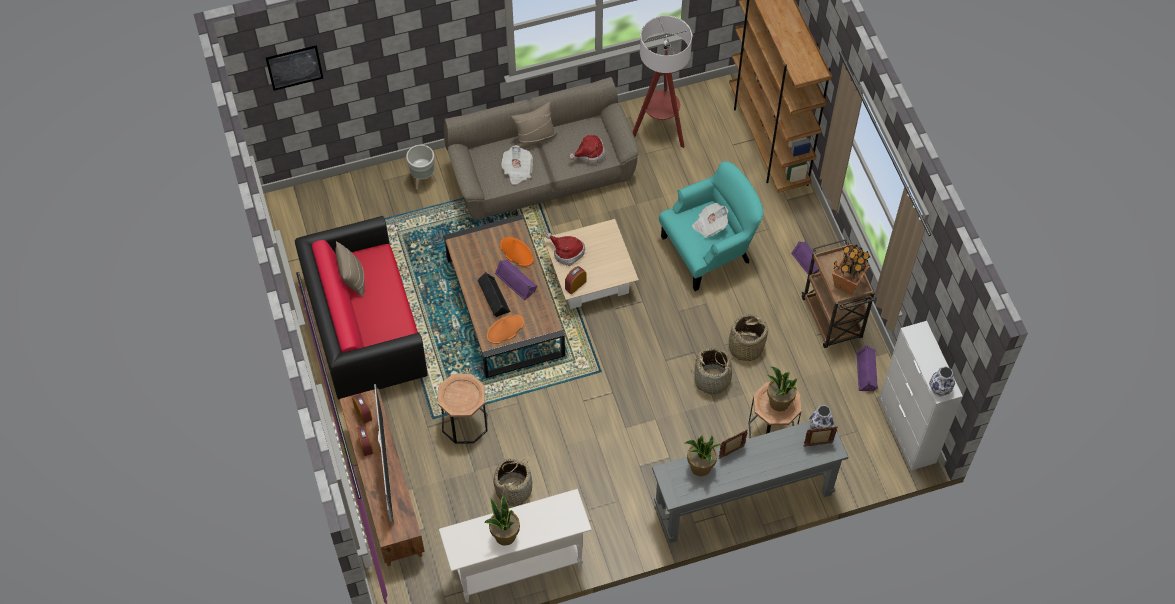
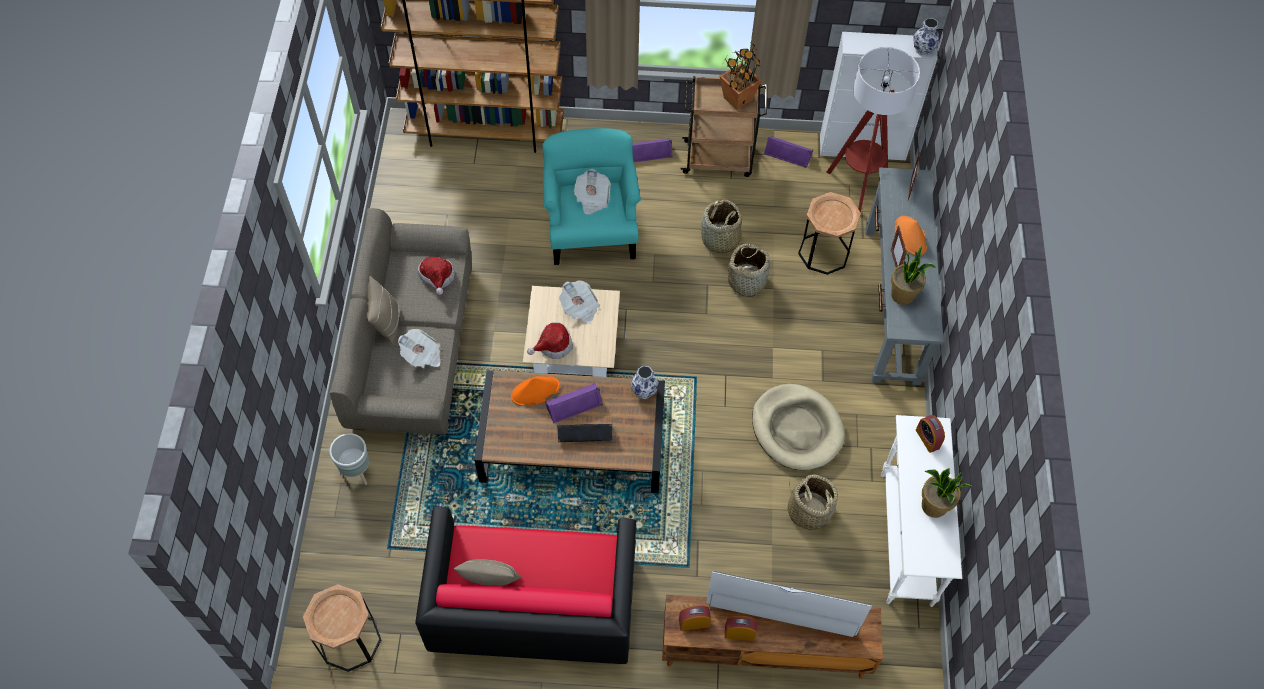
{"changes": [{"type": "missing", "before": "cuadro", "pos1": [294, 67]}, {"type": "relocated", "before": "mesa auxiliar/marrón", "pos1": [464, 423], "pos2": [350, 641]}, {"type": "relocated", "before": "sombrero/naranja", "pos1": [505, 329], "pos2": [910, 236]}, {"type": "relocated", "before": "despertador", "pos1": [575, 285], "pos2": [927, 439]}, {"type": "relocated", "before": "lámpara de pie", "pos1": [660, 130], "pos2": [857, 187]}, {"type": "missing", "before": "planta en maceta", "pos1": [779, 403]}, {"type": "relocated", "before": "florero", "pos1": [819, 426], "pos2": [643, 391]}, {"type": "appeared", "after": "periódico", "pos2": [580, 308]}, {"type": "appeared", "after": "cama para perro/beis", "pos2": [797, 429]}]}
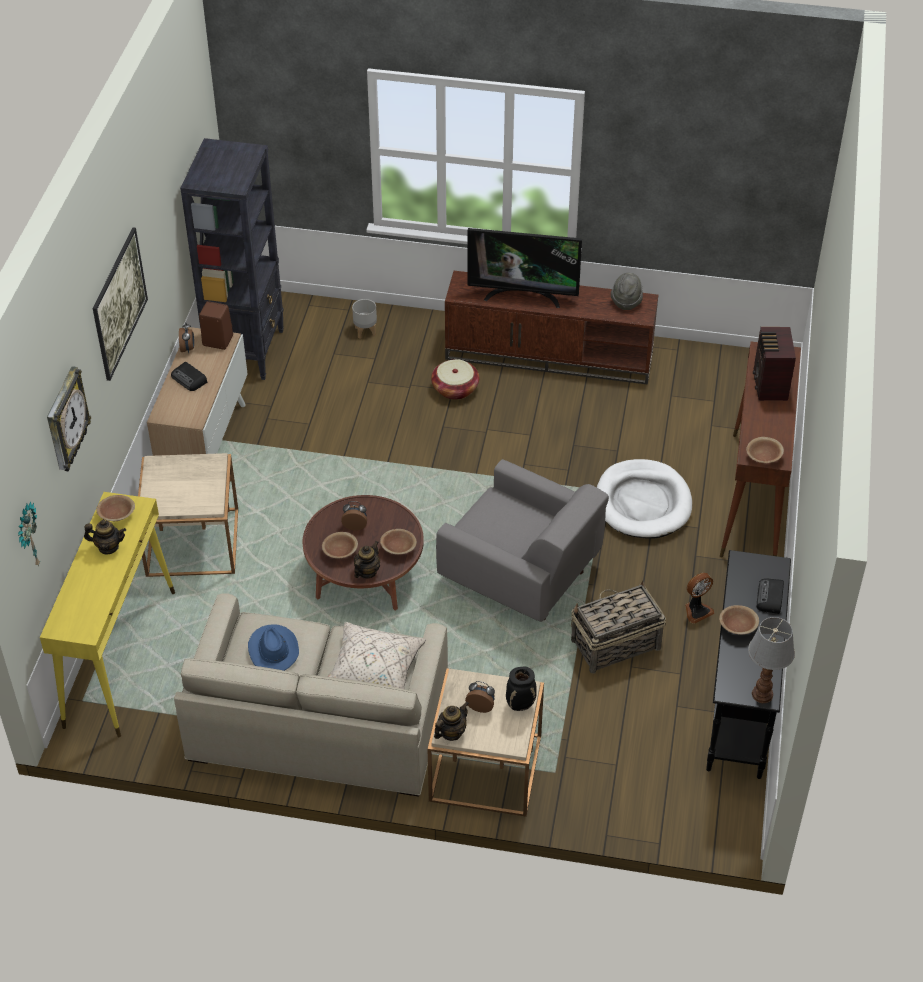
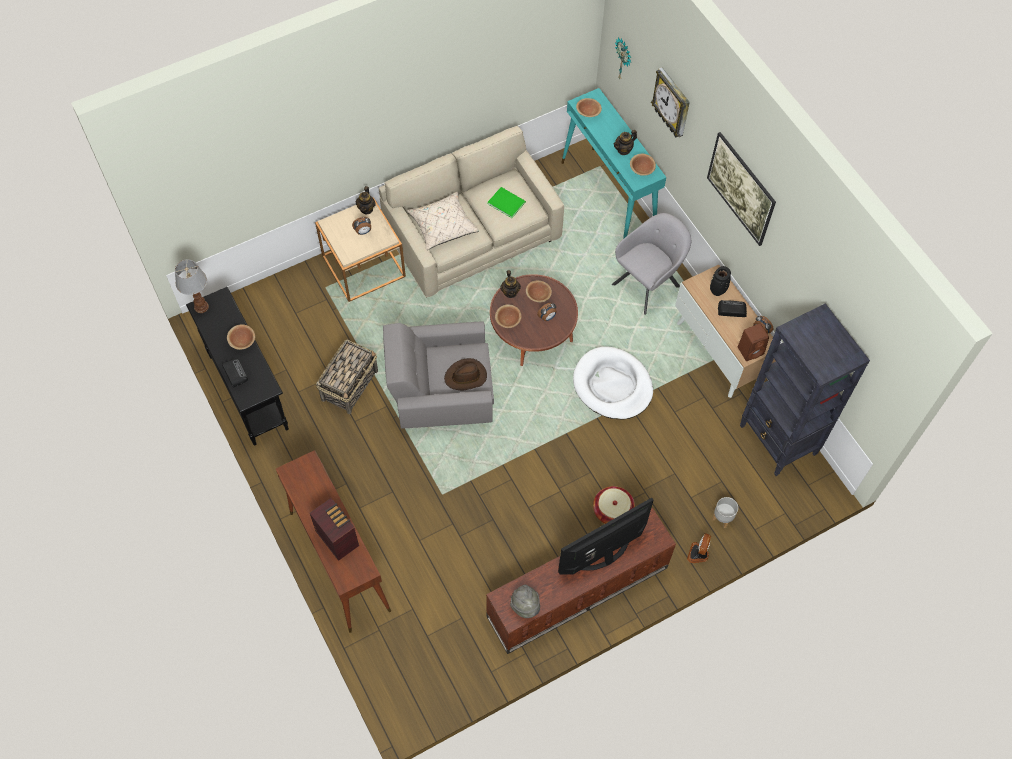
{"changes": [{"type": "colour", "before": "mesa consola/amarillo", "after": "mesa consola/turquesa", "pos1": [120, 657], "pos2": [608, 198]}, {"type": "exchanged", "before": "mesa auxiliar/beis", "after": "sillón/gris", "pos1": [193, 542], "pos2": [648, 283]}, {"type": "exchanged", "before": "sombrero/azul", "after": "libro/verde", "pos1": [273, 650], "pos2": [506, 202]}, {"type": "relocated", "before": "florero/negro", "pos1": [521, 704], "pos2": [717, 291]}, {"type": "relocated", "before": "cama para perro/blanco", "pos1": [643, 503], "pos2": [612, 385]}, {"type": "relocated", "before": "ventilador", "pos1": [697, 610], "pos2": [698, 554]}, {"type": "relocated", "before": "cuenco/marrón", "pos1": [763, 457], "pos2": [588, 112]}, {"type": "appeared", "after": "sombrero/marrón", "pos2": [466, 376]}]}
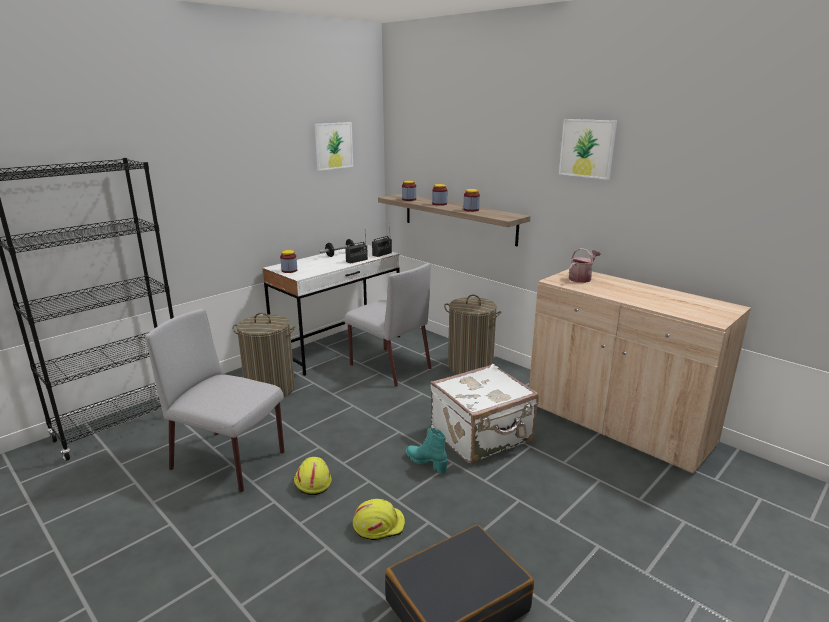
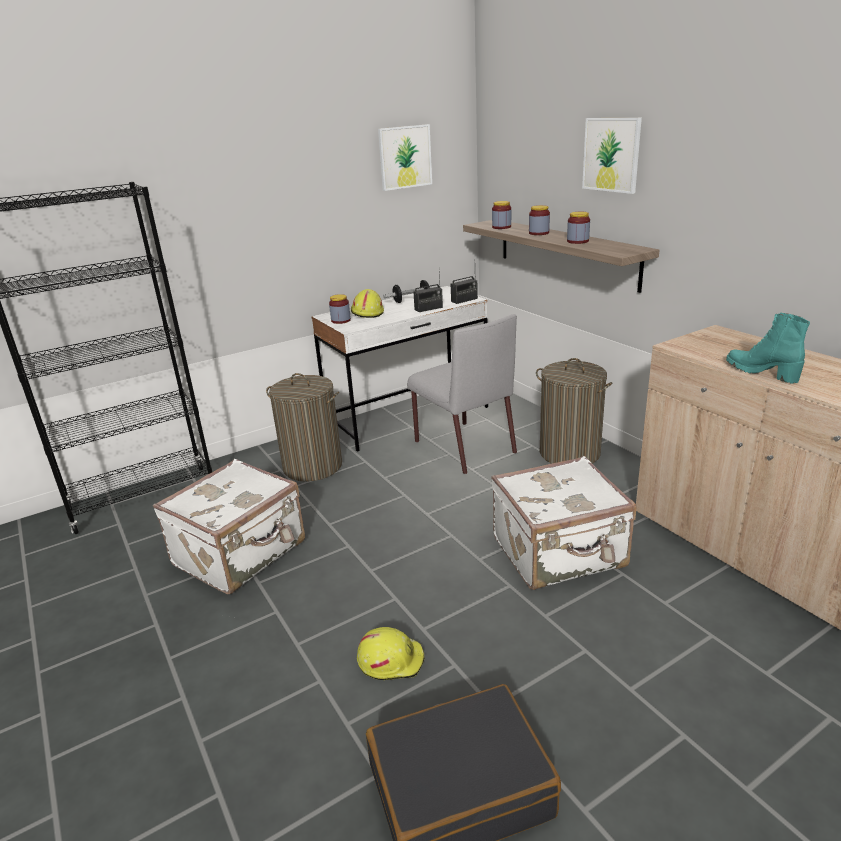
{"changes": [{"type": "exchanged", "before": "silla/gris", "after": "maleta/blanco", "pos1": [230, 461], "pos2": [241, 554]}, {"type": "relocated", "before": "casco/amarillo", "pos1": [312, 481], "pos2": [367, 313]}, {"type": "relocated", "before": "bota/turquesa", "pos1": [426, 462], "pos2": [762, 372]}, {"type": "relocated", "before": "cuadro", "pos1": [587, 148], "pos2": [611, 155]}, {"type": "missing", "before": "regadera", "pos1": [581, 278]}]}
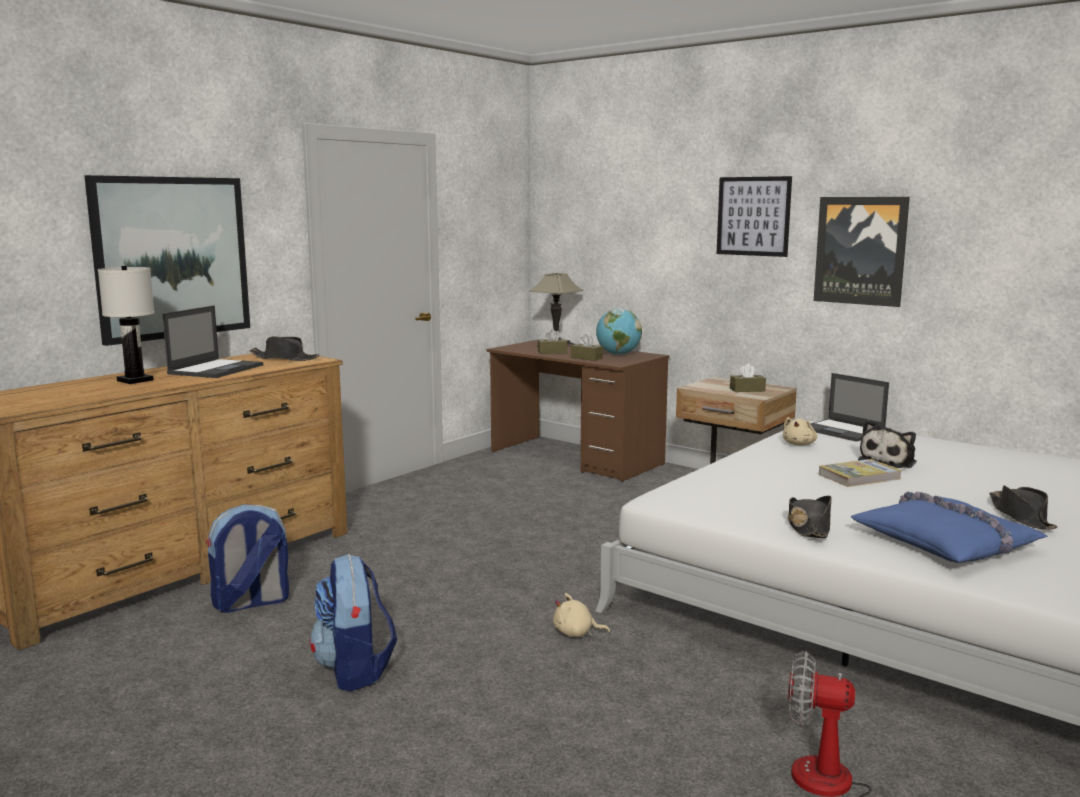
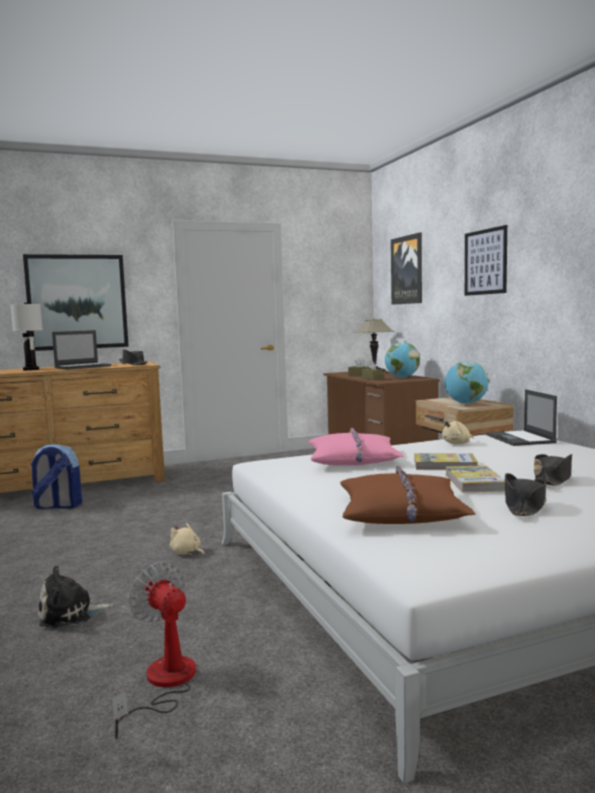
{"changes": [{"type": "missing", "before": "mochila", "pos1": [355, 670]}, {"type": "exchanged", "before": "caja de pañuelos/marrón", "after": "globo terráqueo", "pos1": [747, 390], "pos2": [466, 403]}, {"type": "relocated", "before": "sombrero/negro", "pos1": [808, 527], "pos2": [552, 479]}, {"type": "relocated", "before": "cuadro", "pos1": [860, 250], "pos2": [407, 270]}, {"type": "colour", "before": "cojín/azul", "after": "cojín/marrón", "pos1": [946, 543], "pos2": [401, 513]}, {"type": "relocated", "before": "peluche", "pos1": [889, 461], "pos2": [70, 614]}, {"type": "appeared", "after": "cojín/rosa", "pos2": [353, 460]}, {"type": "appeared", "after": "libro", "pos2": [474, 482]}]}
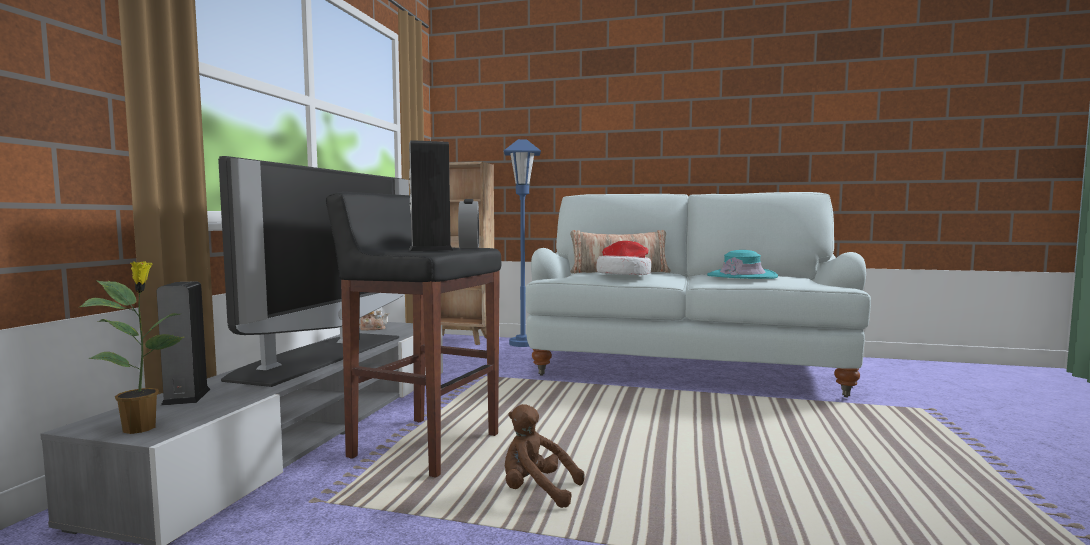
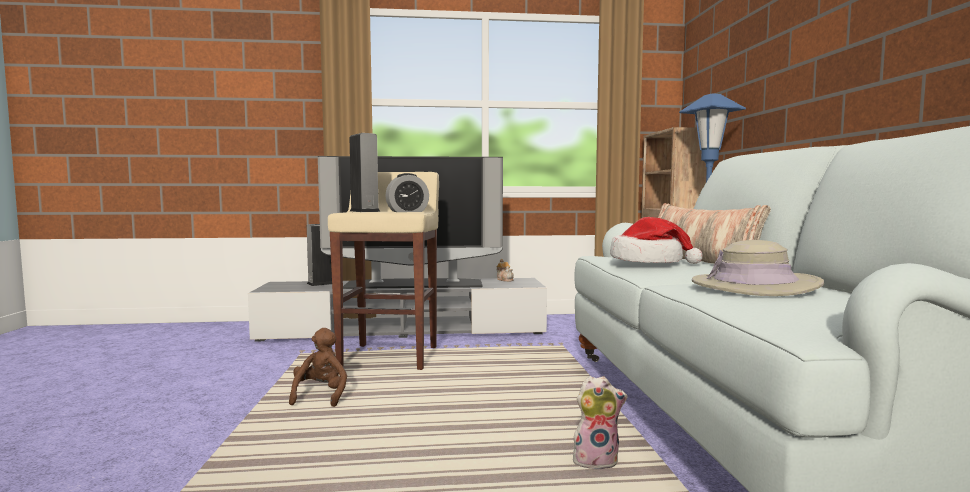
{"changes": [{"type": "missing", "before": "planta en maceta", "pos1": [142, 428]}, {"type": "colour", "before": "taburete/negro", "after": "taburete/beis", "pos1": [423, 445], "pos2": [390, 356]}, {"type": "colour", "before": "sombrero/turquesa", "after": "sombrero/beis", "pos1": [741, 276], "pos2": [754, 286]}, {"type": "appeared", "after": "peluche", "pos2": [596, 460]}]}
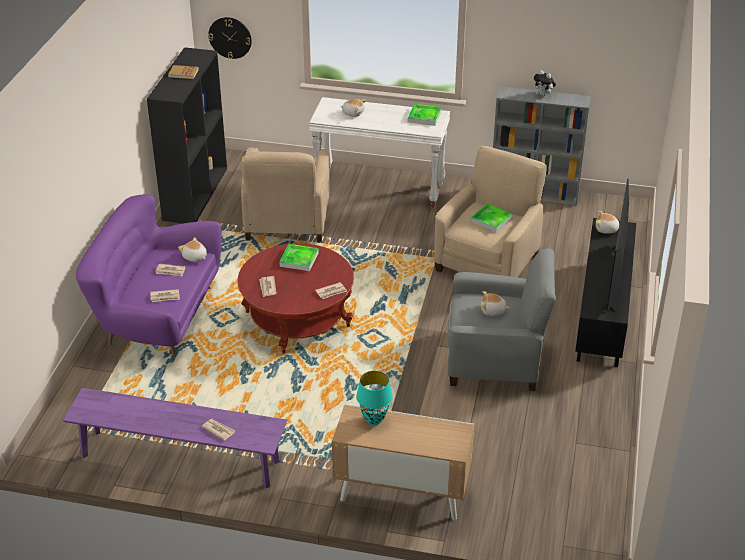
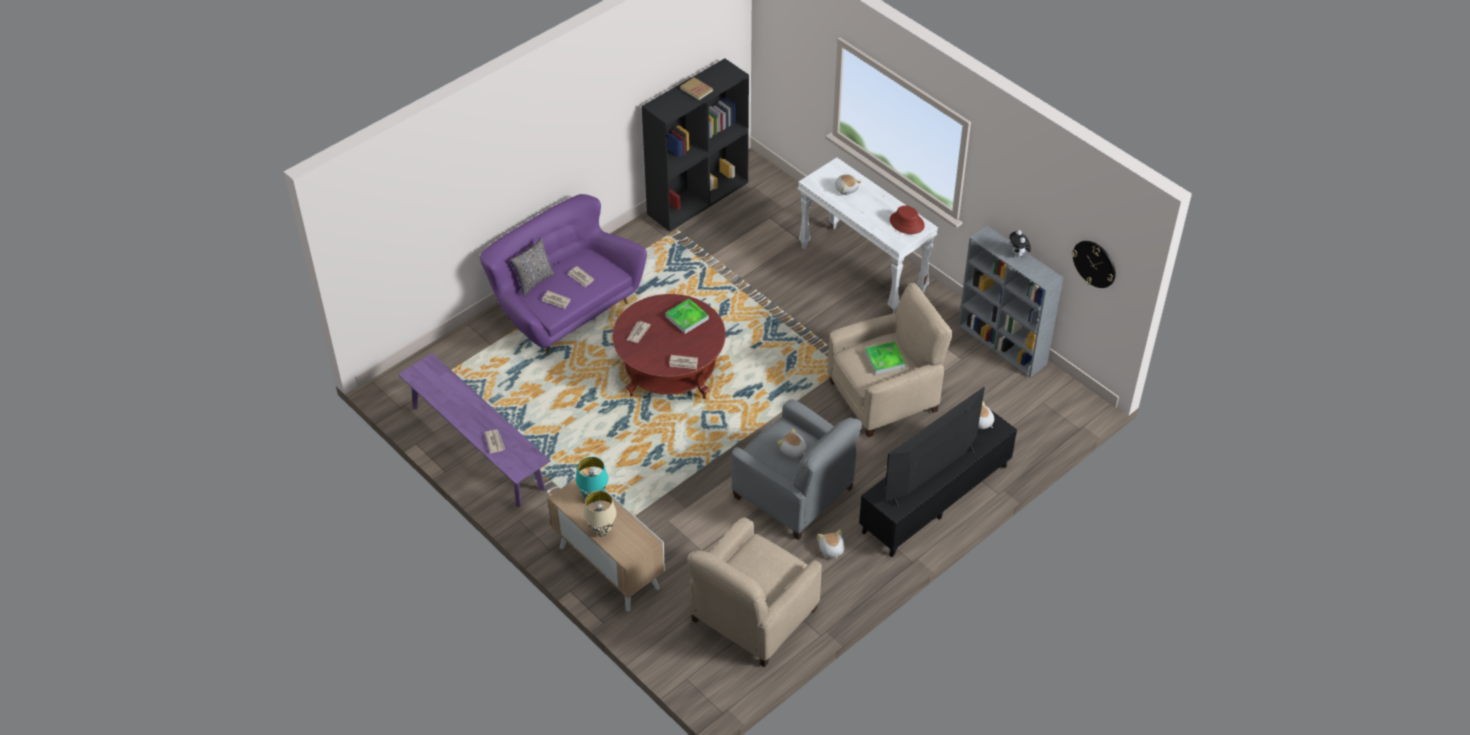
{"changes": [{"type": "relocated", "before": "peluche", "pos1": [195, 257], "pos2": [831, 549]}, {"type": "relocated", "before": "reloj de pared", "pos1": [230, 37], "pos2": [1094, 263]}, {"type": "relocated", "before": "sillón/beis", "pos1": [286, 221], "pos2": [753, 615]}, {"type": "exchanged", "before": "bandeja", "after": "sombrero/rojo", "pos1": [424, 117], "pos2": [906, 223]}, {"type": "appeared", "after": "cojín/gris", "pos2": [533, 281]}, {"type": "appeared", "after": "lámpara de mesa/beis", "pos2": [601, 531]}]}
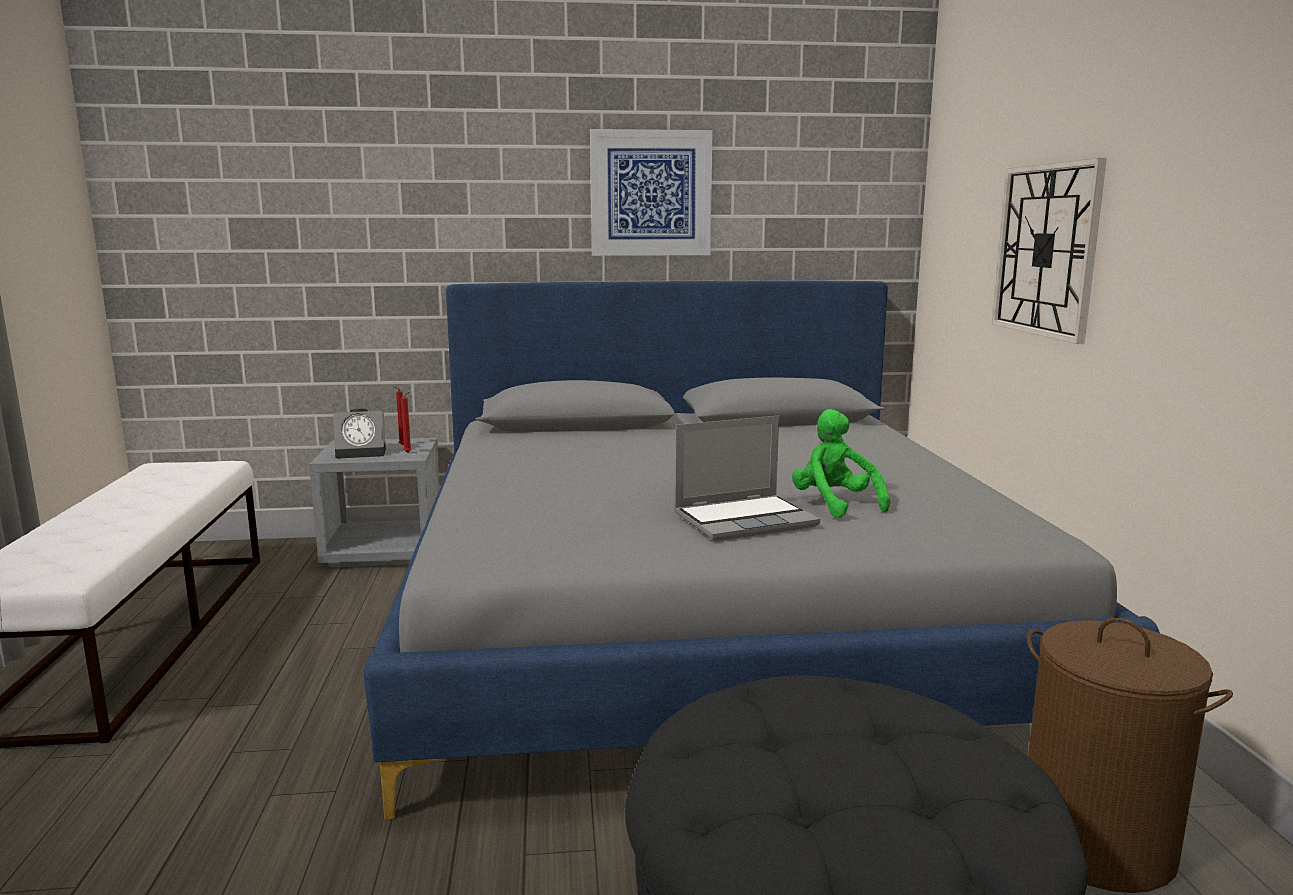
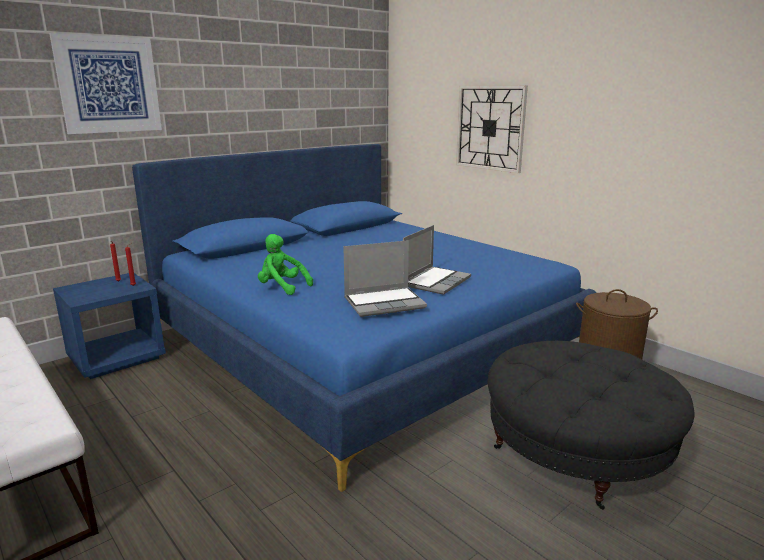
{"changes": [{"type": "colour", "before": "mesita de noche/gris", "after": "mesita de noche/azul", "pos1": [385, 551], "pos2": [117, 358]}, {"type": "missing", "before": "despertador", "pos1": [363, 452]}, {"type": "colour", "before": "cama/gris", "after": "cama/azul", "pos1": [705, 619], "pos2": [364, 343]}, {"type": "relocated", "before": "cuadro", "pos1": [651, 193], "pos2": [109, 85]}, {"type": "relocated", "before": "peluche/verde", "pos1": [834, 505], "pos2": [282, 287]}, {"type": "appeared", "after": "portátil", "pos2": [385, 303]}]}
